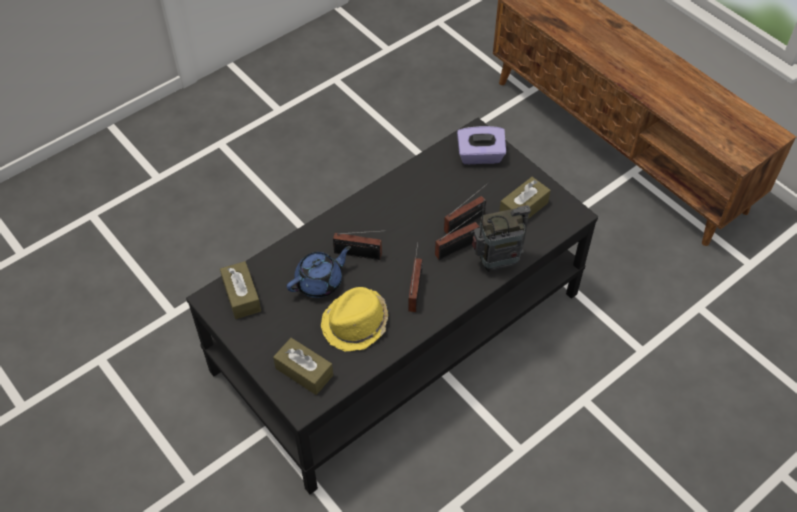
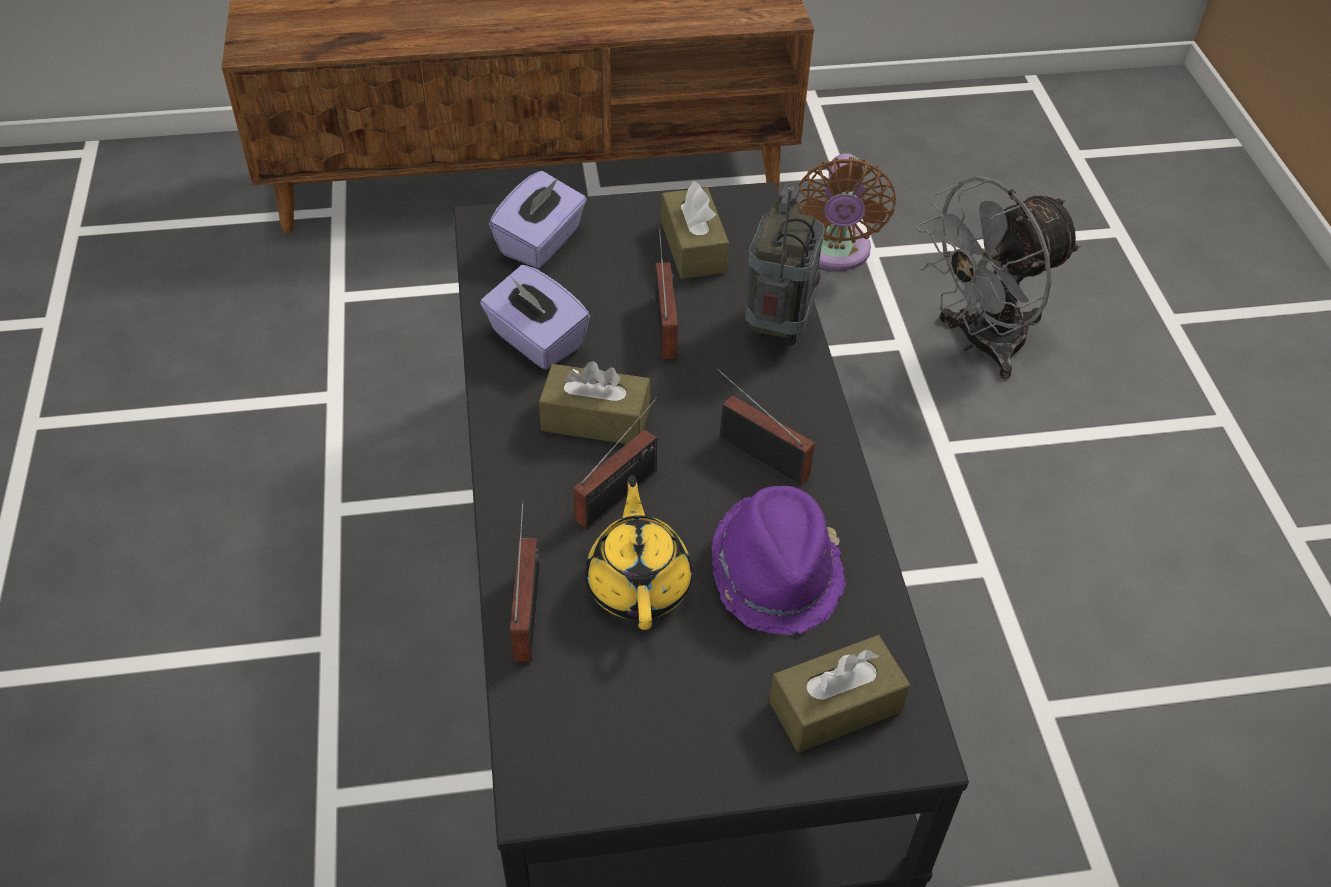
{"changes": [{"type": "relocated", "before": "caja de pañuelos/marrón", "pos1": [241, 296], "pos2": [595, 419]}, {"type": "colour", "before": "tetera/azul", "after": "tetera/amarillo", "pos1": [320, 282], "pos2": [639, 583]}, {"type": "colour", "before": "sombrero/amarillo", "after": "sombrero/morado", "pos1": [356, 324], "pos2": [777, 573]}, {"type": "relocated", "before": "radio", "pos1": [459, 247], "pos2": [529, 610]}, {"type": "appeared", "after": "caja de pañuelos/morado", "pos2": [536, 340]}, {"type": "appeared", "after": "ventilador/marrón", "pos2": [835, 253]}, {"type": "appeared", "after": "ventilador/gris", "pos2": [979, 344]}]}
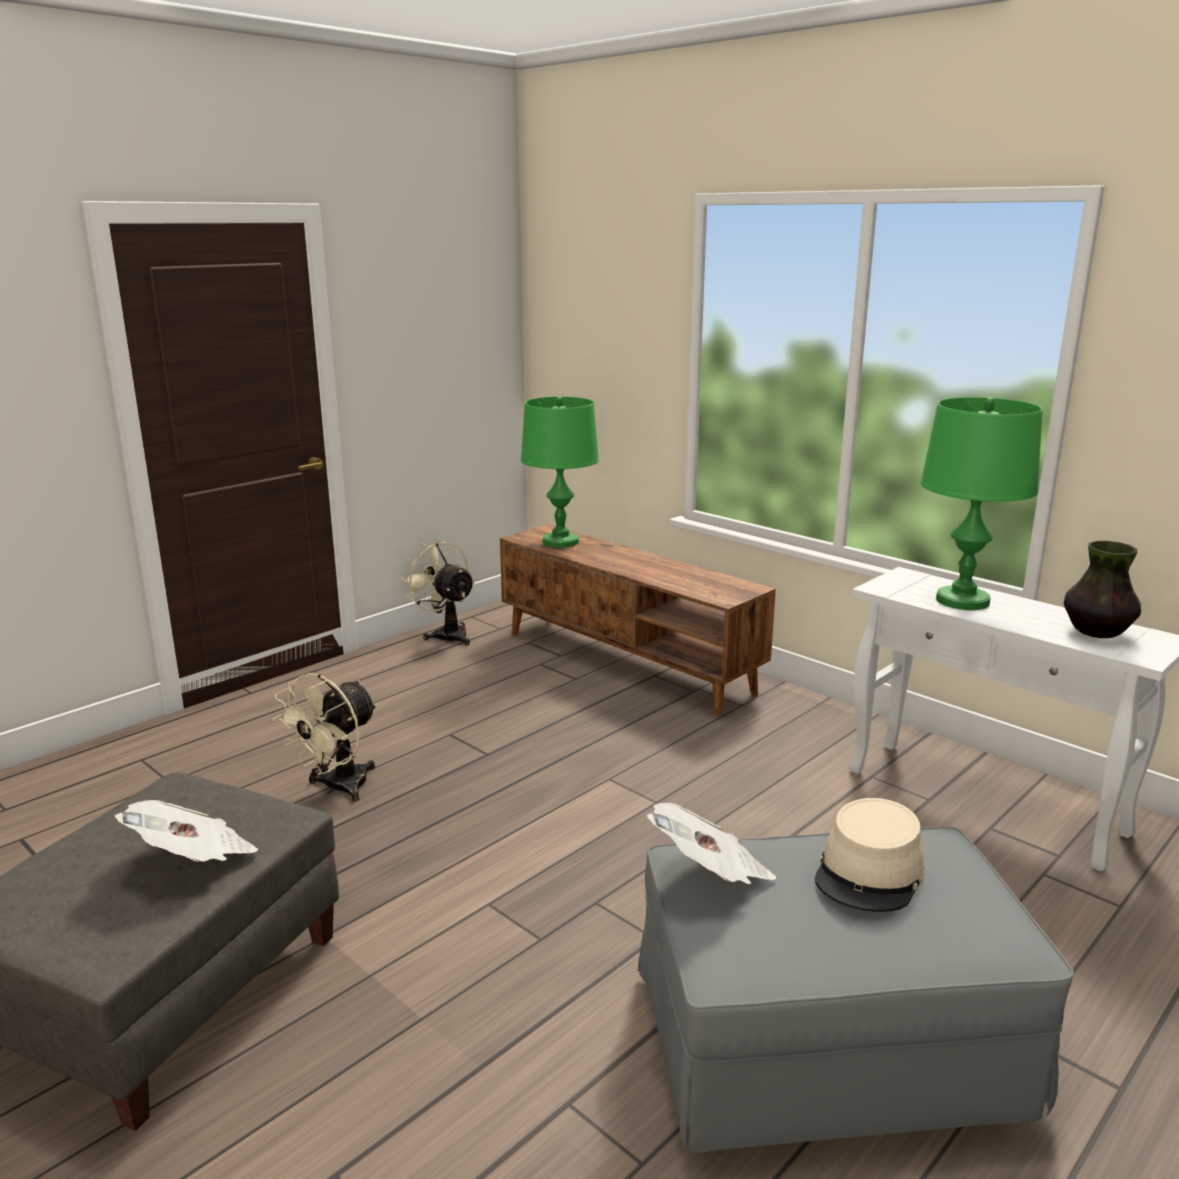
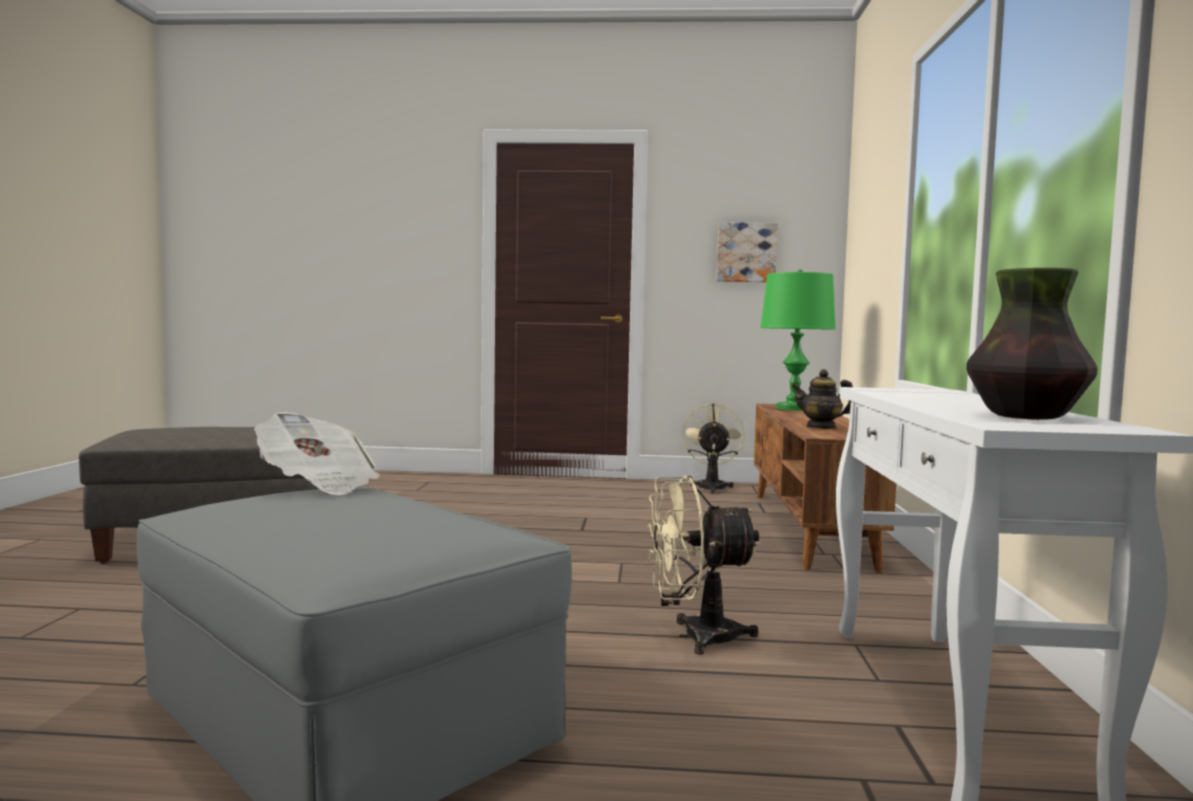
{"changes": [{"type": "missing", "before": "periódico", "pos1": [194, 859]}, {"type": "relocated", "before": "ventilador/beis", "pos1": [337, 788], "pos2": [695, 637]}, {"type": "missing", "before": "sombrero/beis", "pos1": [870, 872]}, {"type": "missing", "before": "lámpara de mesa/verde", "pos1": [962, 601]}, {"type": "appeared", "after": "cuadro", "pos2": [746, 252]}, {"type": "appeared", "after": "tetera", "pos2": [821, 427]}]}
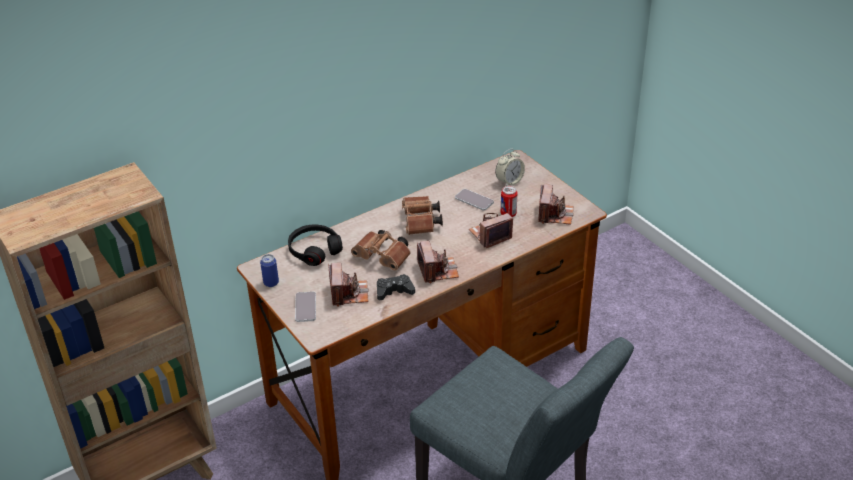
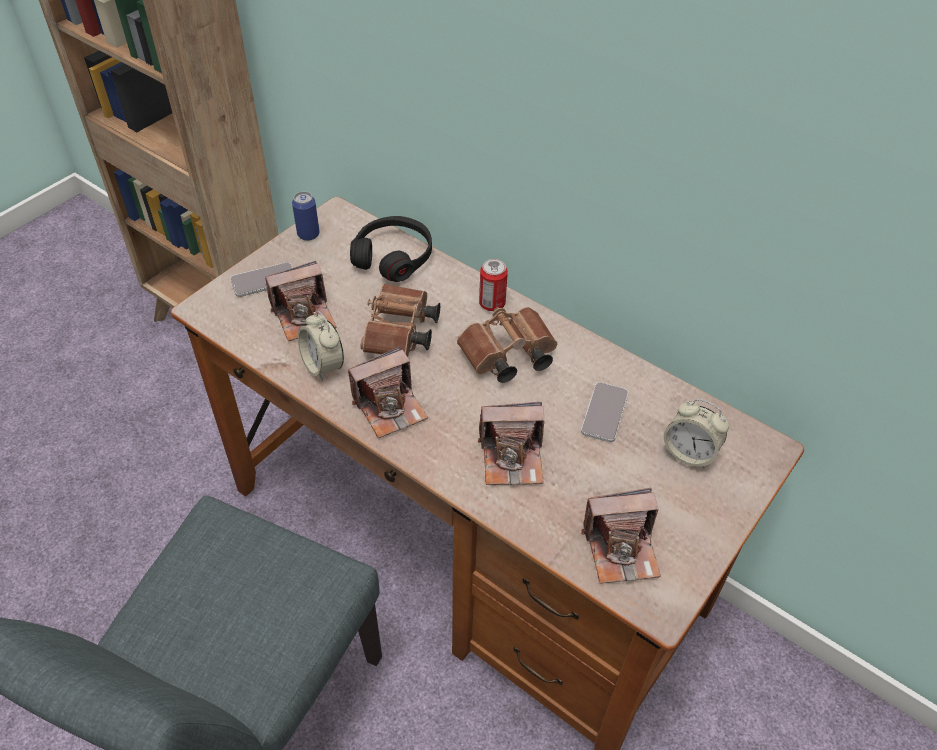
{"changes": [{"type": "exchanged", "before": "mando de consola/negro", "after": "despertador", "pos1": [394, 291], "pos2": [323, 366]}, {"type": "spun", "before": "cámara", "pos1": [490, 235], "pos2": [512, 458], "turn": 135}, {"type": "relocated", "before": "lata", "pos1": [508, 214], "pos2": [492, 304]}]}
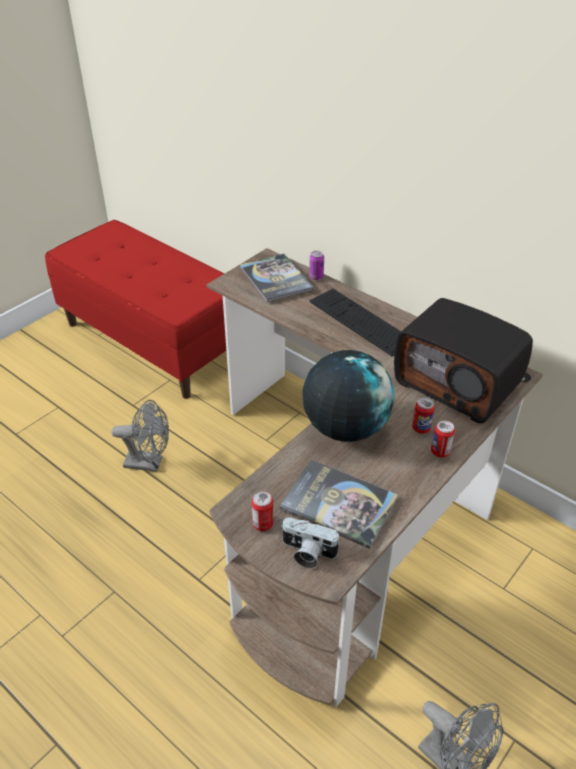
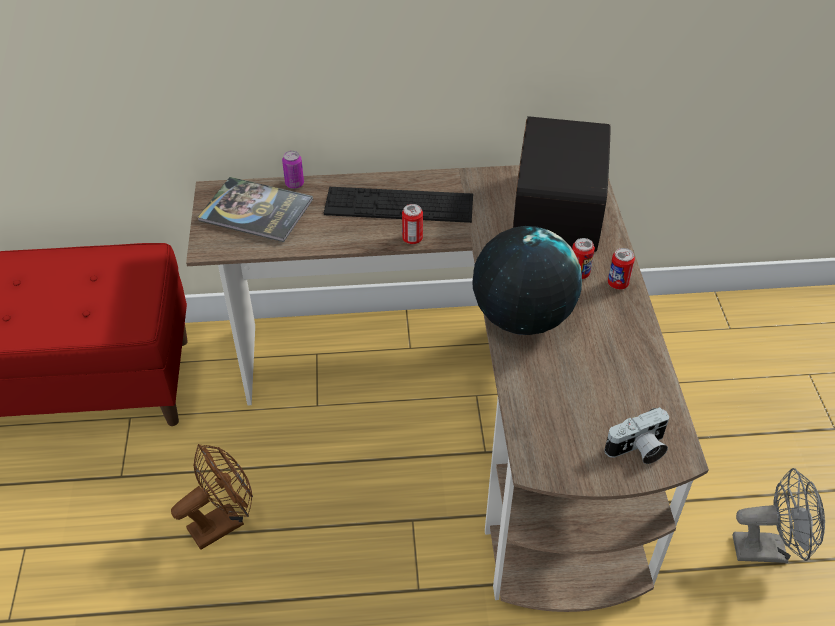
{"changes": [{"type": "colour", "before": "ventilador/gris", "after": "ventilador/marrón", "pos1": [149, 463], "pos2": [223, 522]}, {"type": "relocated", "before": "lata", "pos1": [263, 524], "pos2": [412, 239]}, {"type": "missing", "before": "libro", "pos1": [338, 504]}, {"type": "spun", "before": "radio", "pos1": [458, 383], "pos2": [554, 212], "turn": -75}]}
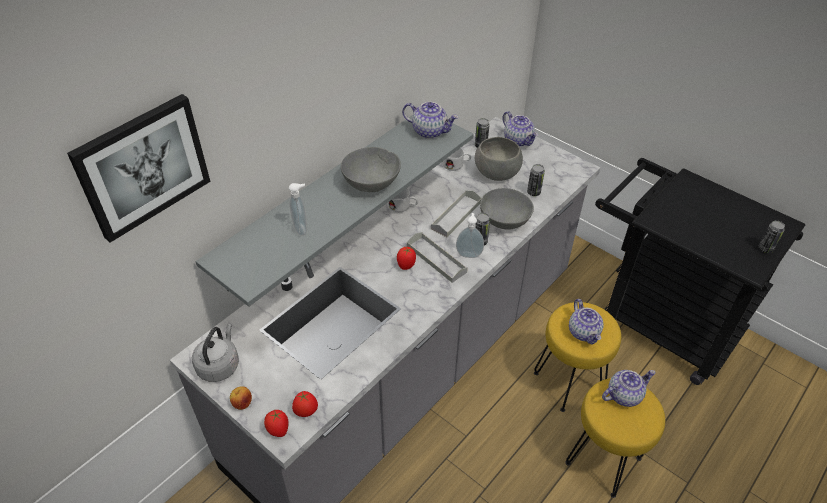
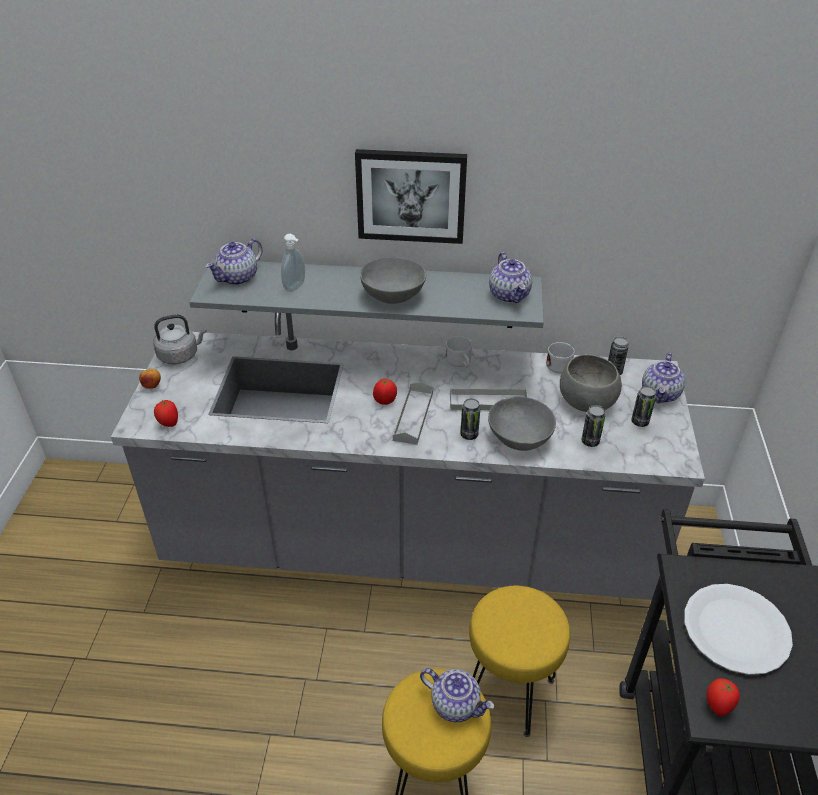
{"changes": [{"type": "relocated", "before": "cuadro", "pos1": [142, 166], "pos2": [411, 195]}, {"type": "relocated", "before": "tomate", "pos1": [278, 430], "pos2": [717, 705]}, {"type": "missing", "before": "dispensador de jabón", "pos1": [469, 254]}, {"type": "relocated", "before": "tetera", "pos1": [584, 332], "pos2": [238, 278]}, {"type": "relocated", "before": "lata", "pos1": [765, 248], "pos2": [640, 422]}, {"type": "appeared", "after": "plato/blanco", "pos2": [735, 630]}]}
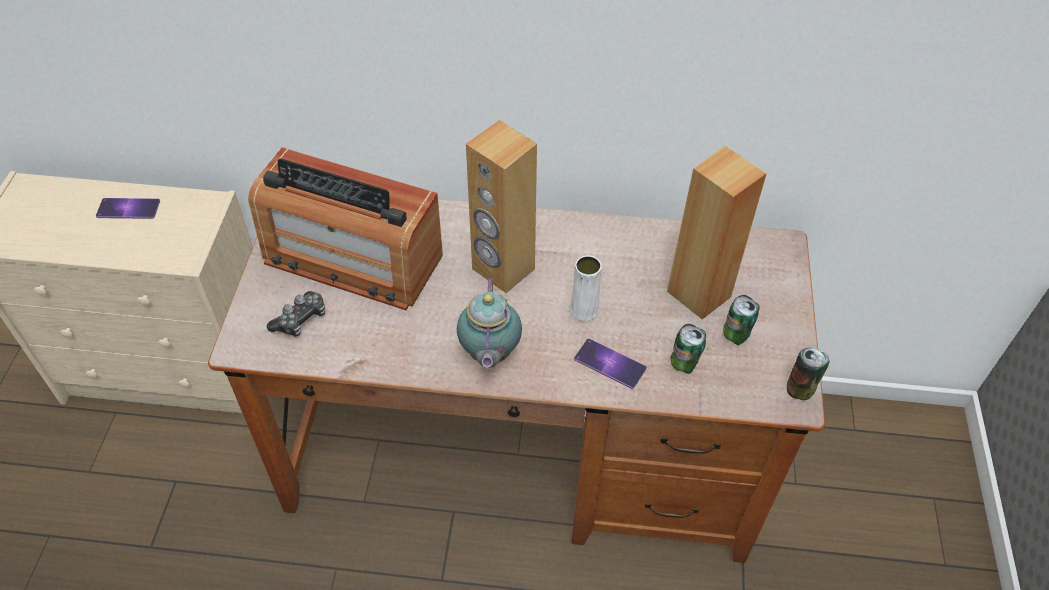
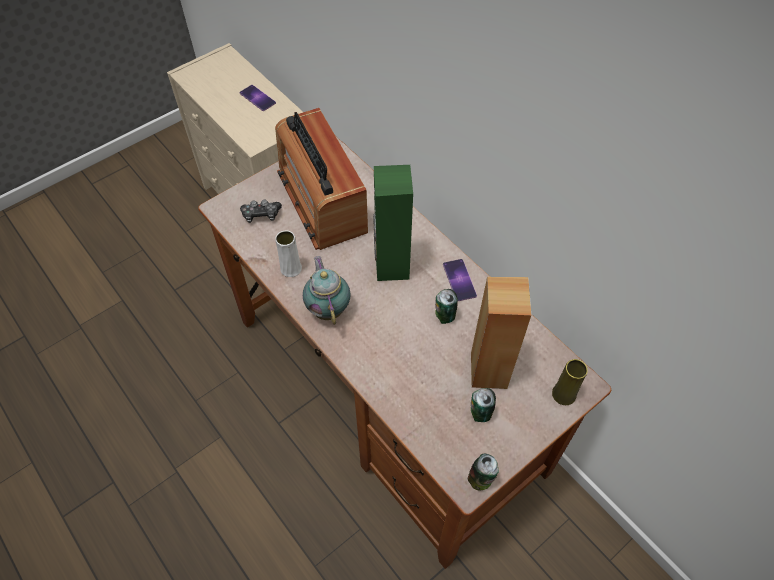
{"changes": [{"type": "spun", "before": "tetera", "pos1": [489, 355], "pos2": [328, 308], "turn": 120}, {"type": "colour", "before": "altavoz/marrón", "after": "altavoz/verde", "pos1": [502, 269], "pos2": [391, 266]}, {"type": "relocated", "before": "florero/blanco", "pos1": [584, 310], "pos2": [291, 268]}, {"type": "relocated", "before": "móvil", "pos1": [610, 363], "pos2": [459, 280]}, {"type": "relocated", "before": "lata", "pos1": [683, 364], "pos2": [444, 317]}, {"type": "appeared", "after": "florero/amarillo", "pos2": [564, 394]}]}
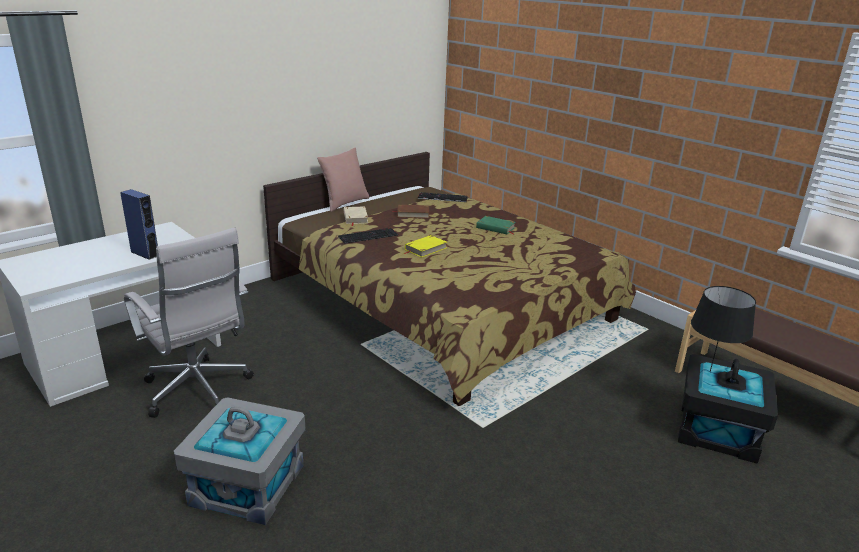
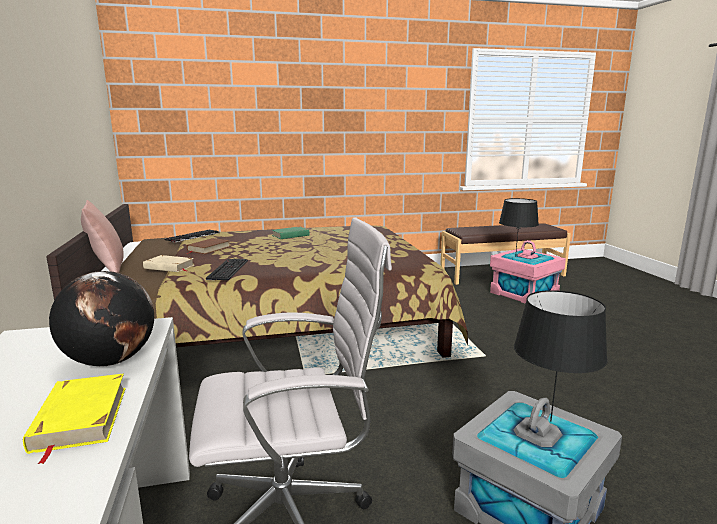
{"changes": [{"type": "exchanged", "before": "altavoz/azul", "after": "globo terráqueo", "pos1": [145, 253], "pos2": [110, 361]}, {"type": "relocated", "before": "libro/amarillo", "pos1": [425, 249], "pos2": [80, 418]}, {"type": "colour", "before": "caja de almacenaje/negro", "after": "caja de almacenaje/rosa", "pos1": [717, 430], "pos2": [523, 293]}, {"type": "appeared", "after": "lámpara de mesa/negro", "pos2": [550, 420]}]}
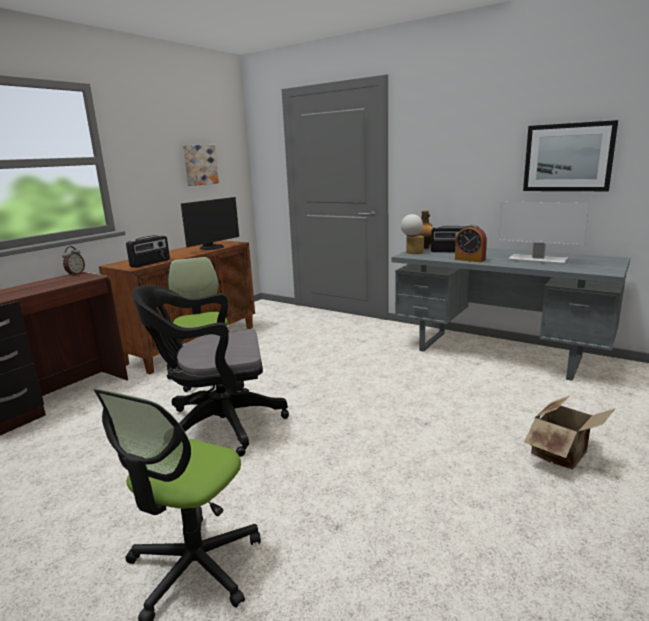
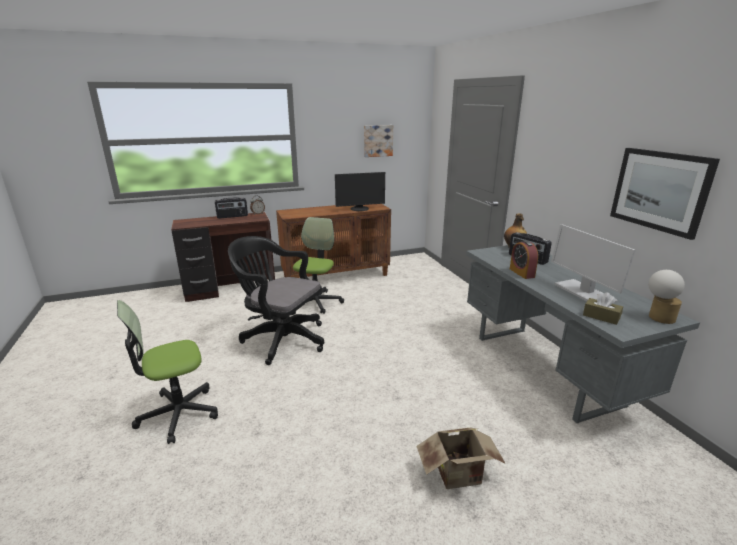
{"changes": [{"type": "relocated", "before": "radio", "pos1": [150, 263], "pos2": [232, 216]}, {"type": "relocated", "before": "lámpara de mesa", "pos1": [412, 252], "pos2": [657, 317]}, {"type": "appeared", "after": "caja de pañuelos/marrón", "pos2": [601, 316]}]}
